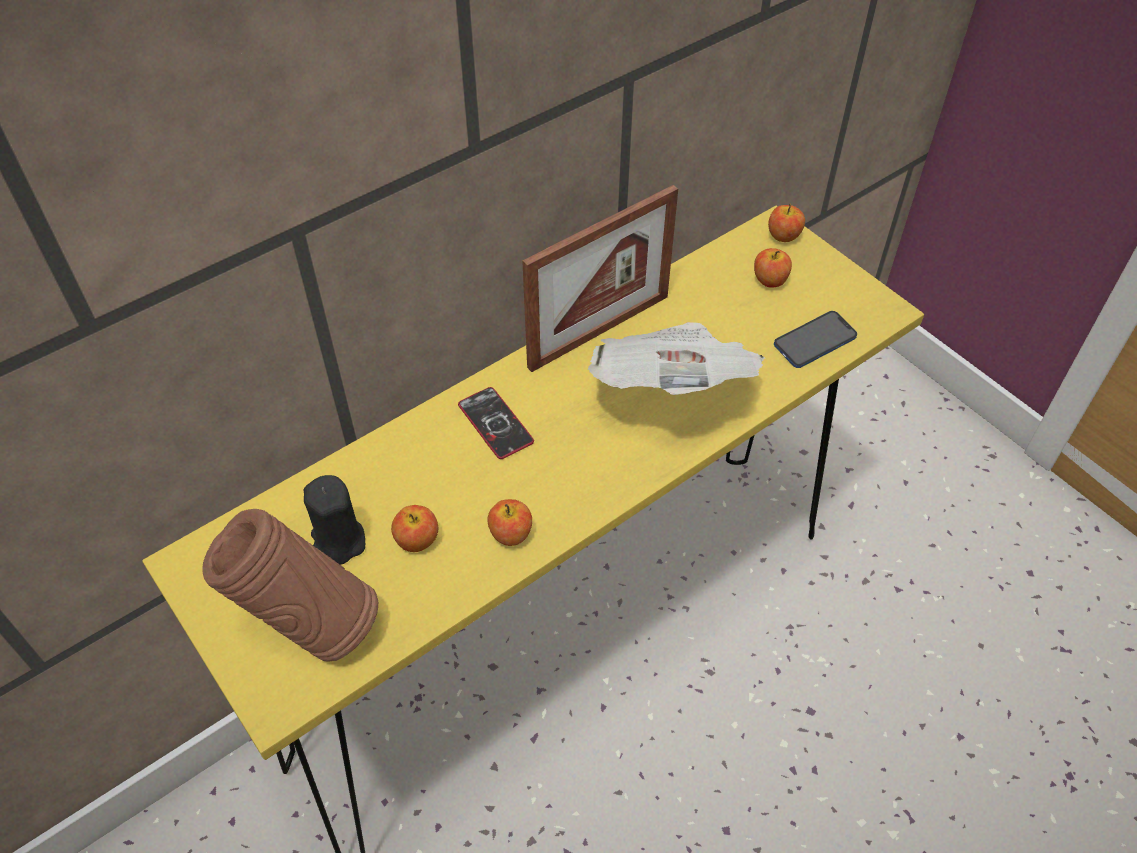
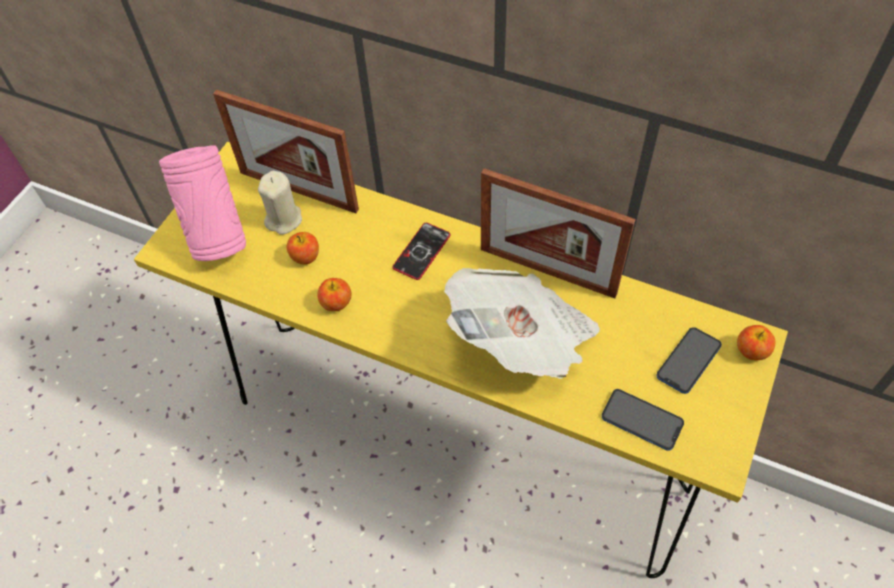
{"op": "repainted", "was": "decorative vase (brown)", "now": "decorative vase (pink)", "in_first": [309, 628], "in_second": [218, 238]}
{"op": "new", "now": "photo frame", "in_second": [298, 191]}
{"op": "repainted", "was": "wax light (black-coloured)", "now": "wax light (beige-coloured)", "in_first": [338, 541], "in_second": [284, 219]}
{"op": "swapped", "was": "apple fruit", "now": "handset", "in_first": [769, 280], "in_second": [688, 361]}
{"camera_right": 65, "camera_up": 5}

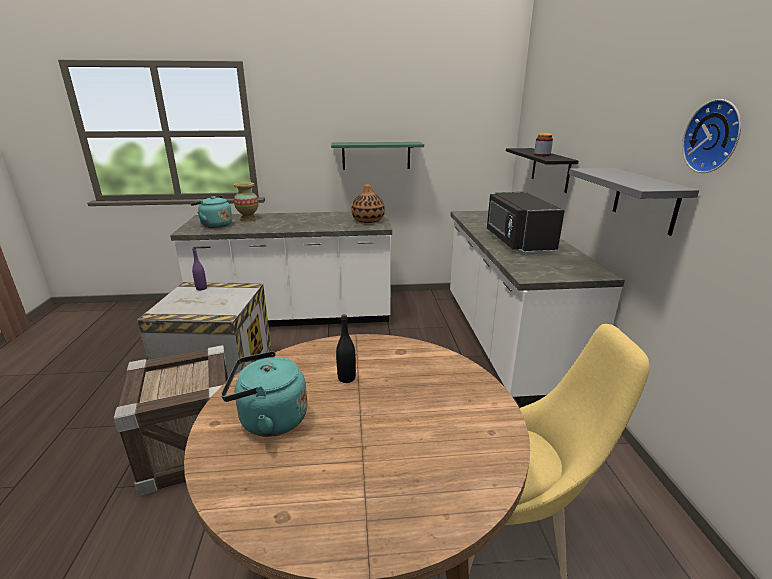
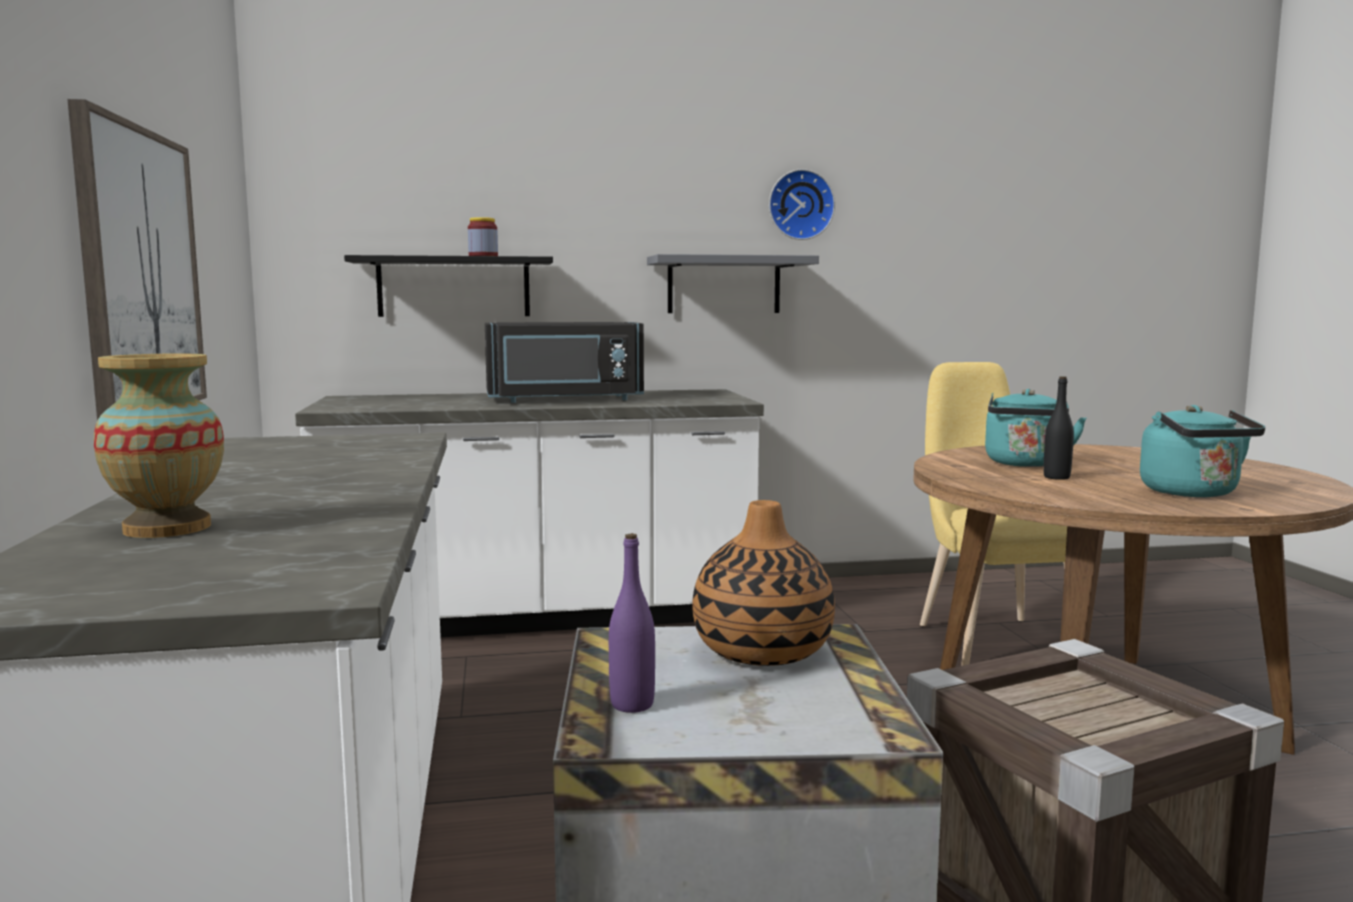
{"op": "swapped", "was": "shelf (greenish)", "now": "picture", "in_first": [376, 155], "in_second": [140, 272]}
{"op": "shifted", "was": "decorative vase", "in_first": [368, 220], "in_second": [761, 651]}
{"op": "shifted", "was": "kettle (turquoise)", "in_first": [215, 225], "in_second": [1025, 464]}
{"camera_right": -95, "camera_up": -15}

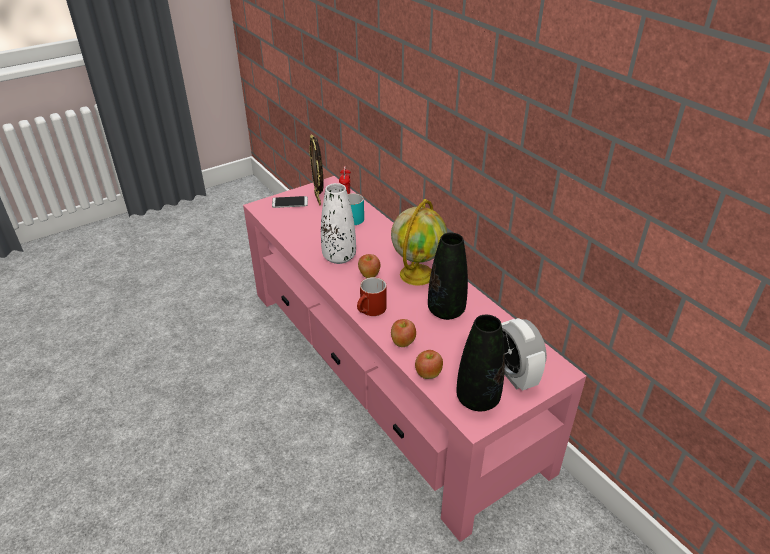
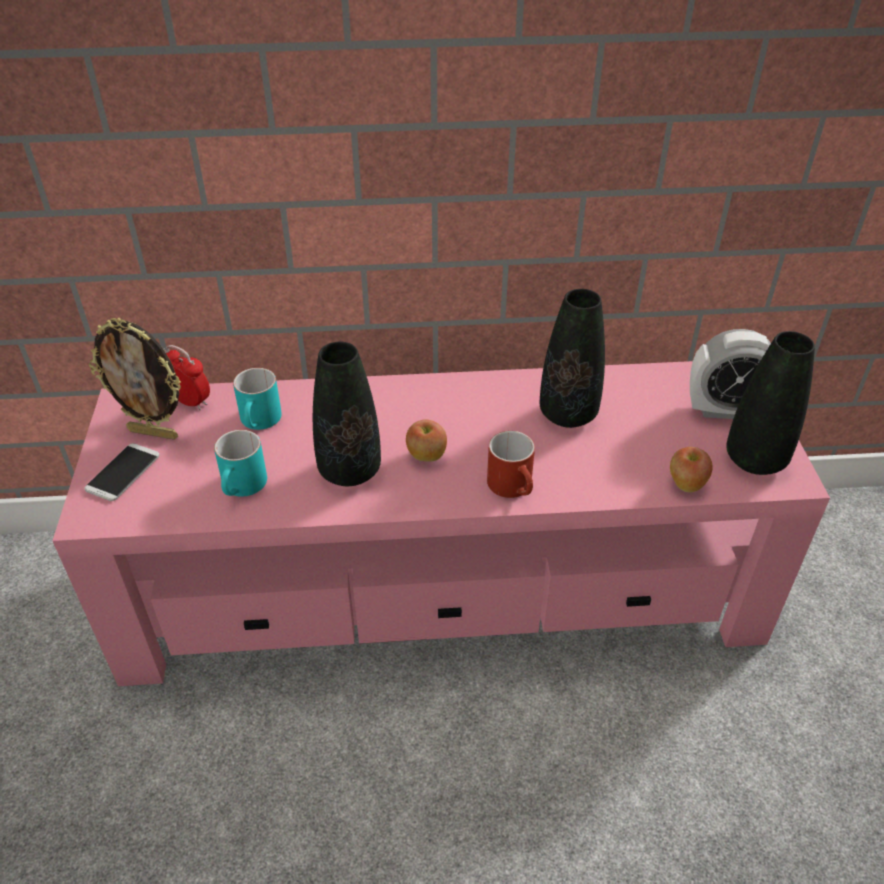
{"op": "new", "now": "mug (turquoise)", "in_second": [243, 488]}
{"op": "repainted", "was": "decorative vase (whitish)", "now": "decorative vase (black-coloured)", "in_first": [339, 257], "in_second": [349, 471]}
{"op": "gone", "was": "globe", "in_first": [417, 274]}
{"op": "gone", "was": "apple fruit", "in_first": [402, 342]}
{"camera_right": -60, "camera_up": 5}

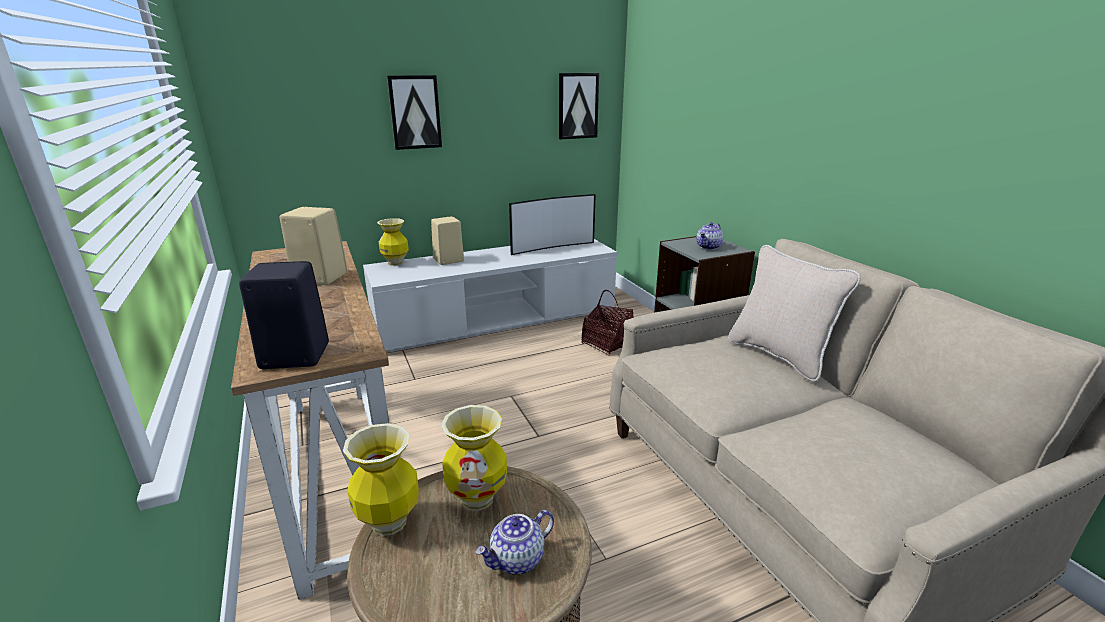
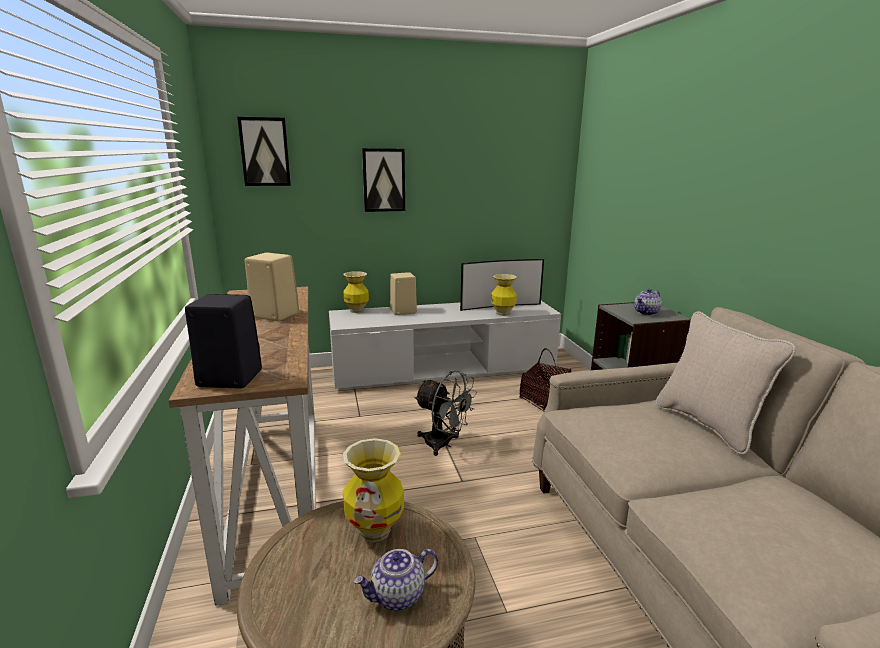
{"op": "shifted", "was": "picture", "in_first": [577, 106], "in_second": [265, 152]}
{"op": "new", "now": "electric fan (gray)", "in_second": [443, 444]}
{"op": "shifted", "was": "decorative vase", "in_first": [389, 522], "in_second": [502, 313]}
{"camera_right": 10, "camera_up": -5}

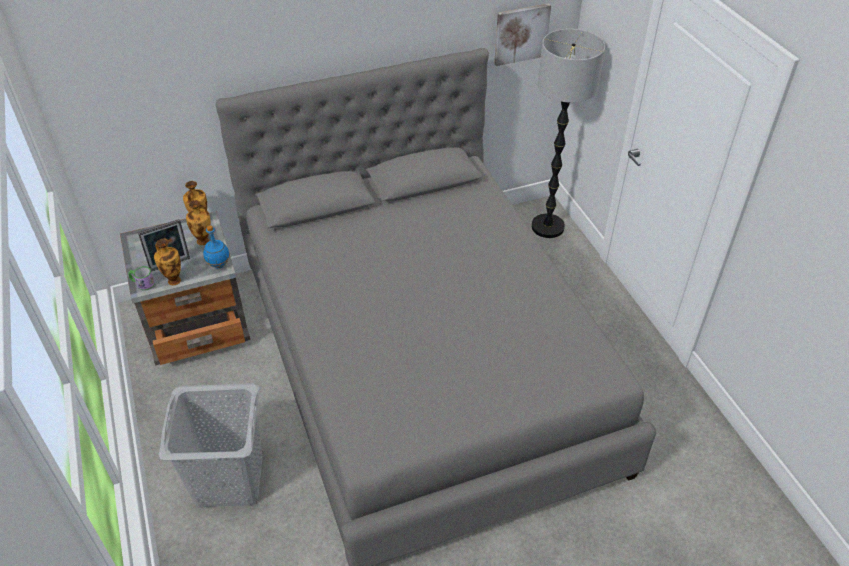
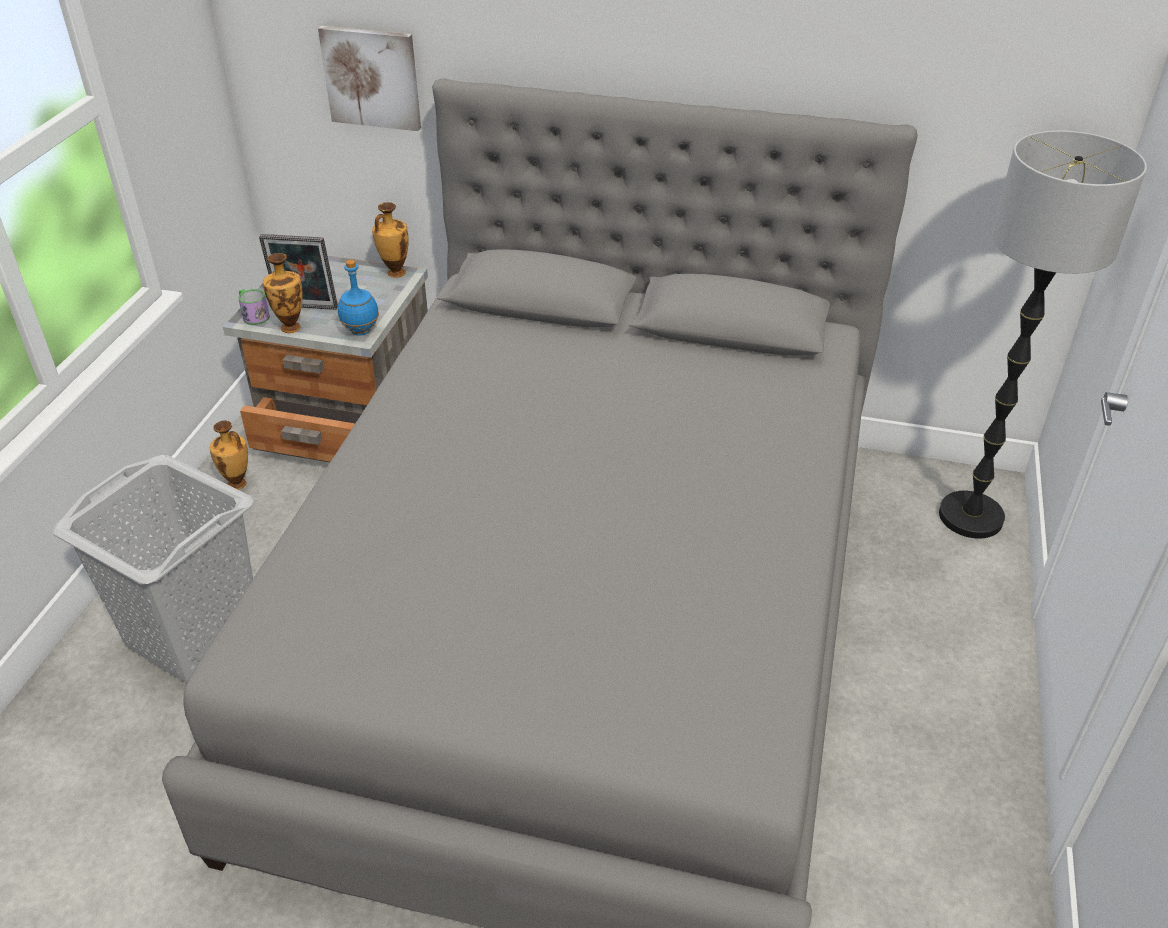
{"op": "shifted", "was": "decorative vase", "in_first": [204, 241], "in_second": [238, 484]}
{"op": "shifted", "was": "picture", "in_first": [521, 34], "in_second": [372, 77]}
{"camera_right": 35, "camera_up": -5}

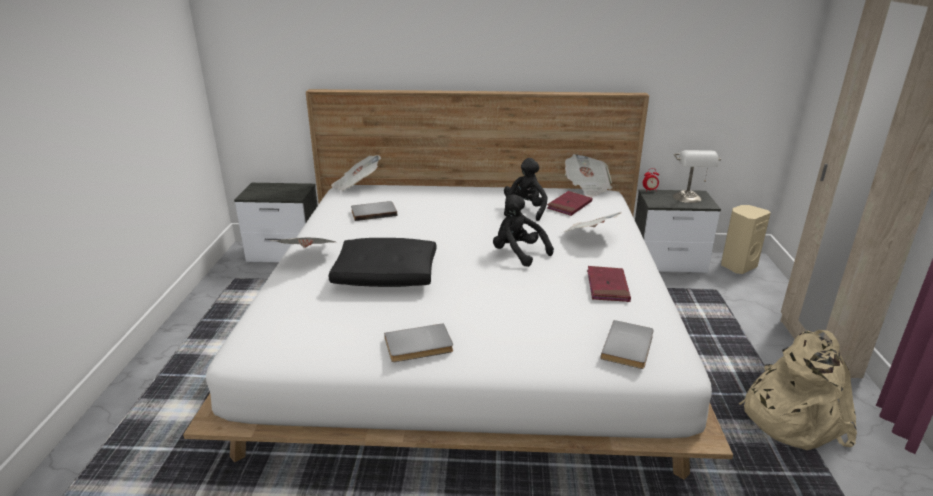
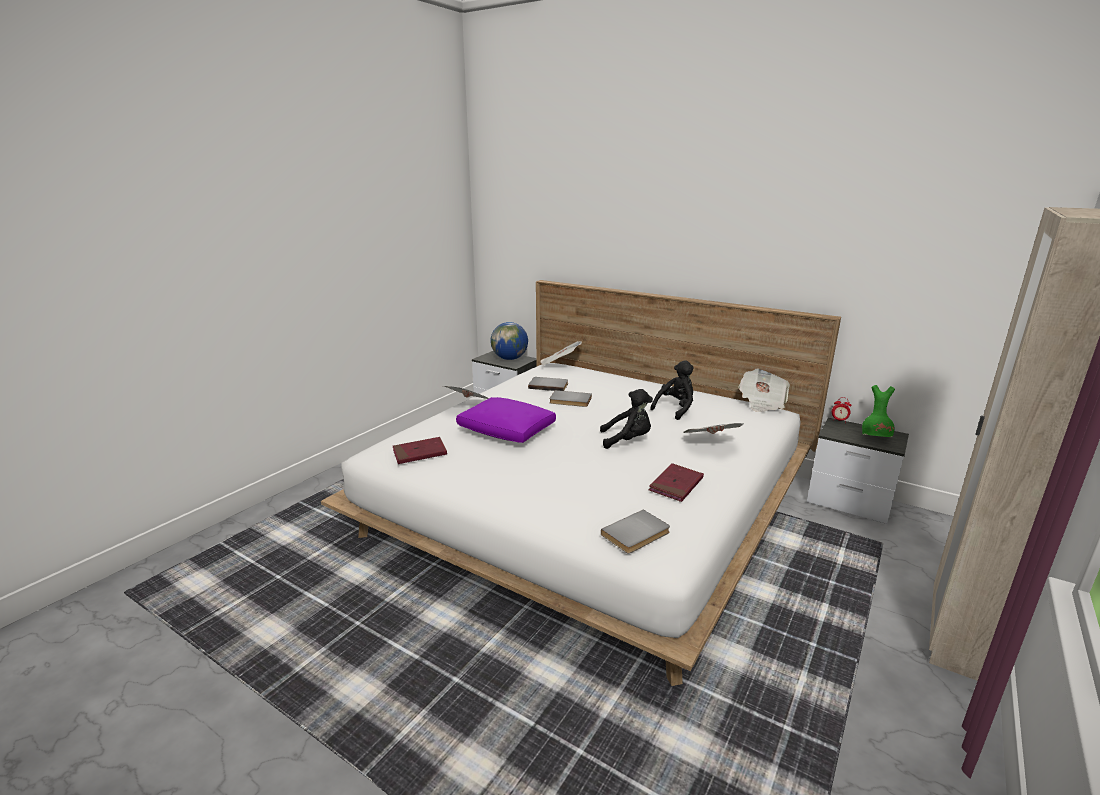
{"op": "shifted", "was": "bound book (reddish)", "in_first": [569, 205], "in_second": [419, 453]}
{"op": "repainted", "was": "pillow (black-coloured)", "now": "pillow (purple)", "in_first": [387, 276], "in_second": [507, 431]}
{"op": "new", "now": "globe", "in_second": [510, 359]}
{"op": "shifted", "was": "bound book (gray)", "in_first": [419, 346], "in_second": [570, 401]}
{"op": "rotated", "was": "cuddly toy (black-coloured)", "in_first": [518, 253], "in_second": [627, 440], "clockwise": 105}
{"op": "swapped", "was": "tabletop lamp (whitish)", "now": "decorative vase (greenish)", "in_first": [689, 200], "in_second": [876, 438]}
{"op": "gone", "was": "loudspeaker (beige-coloured)", "in_first": [737, 266]}
{"op": "gone", "was": "rucksack (beige-coloured)", "in_first": [790, 416]}
{"camera_right": 30, "camera_up": -5}

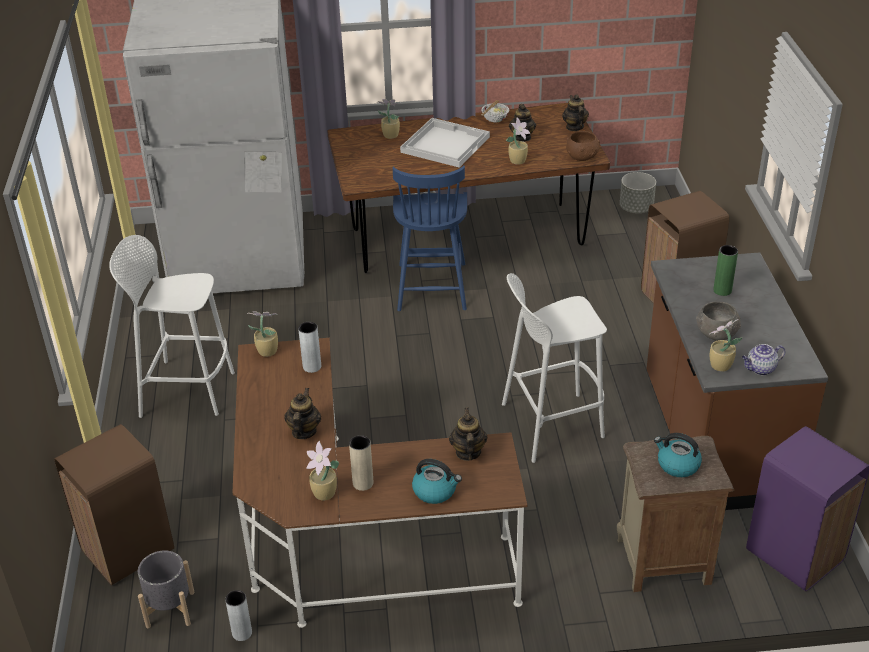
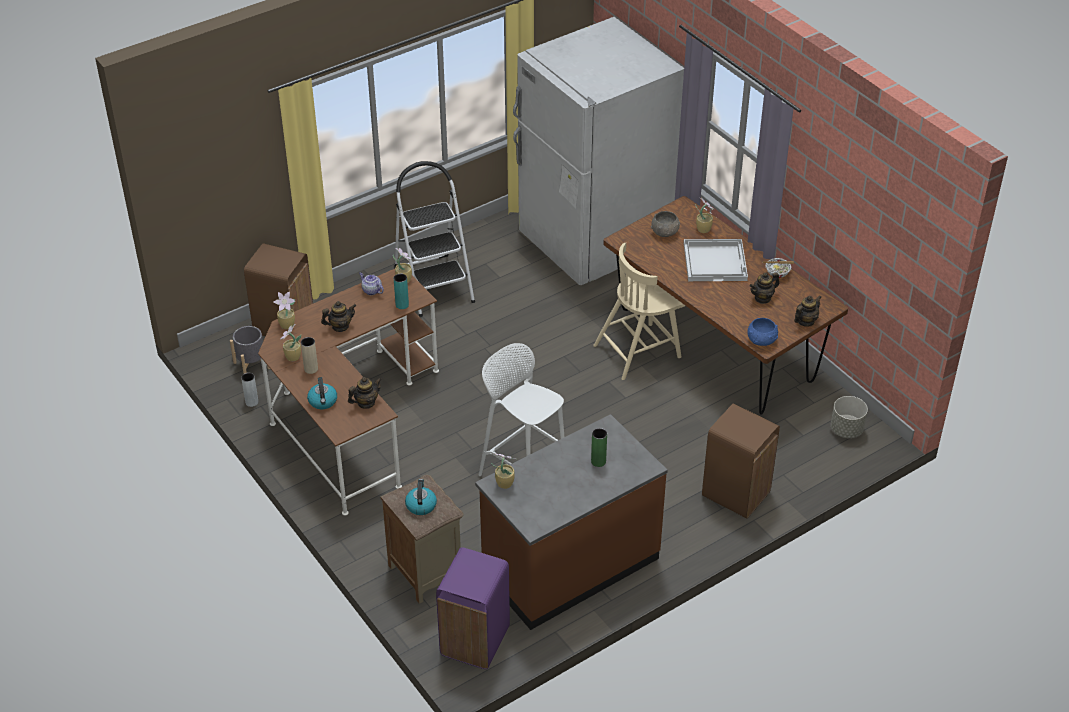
{"op": "shifted", "was": "potted plant", "in_first": [518, 161], "in_second": [288, 325]}
{"op": "shifted", "was": "teapot", "in_first": [760, 369], "in_second": [371, 290]}
{"op": "swapped", "was": "stool seat (whitish)", "now": "step ladder", "in_first": [186, 391], "in_second": [434, 283]}
{"op": "repainted", "was": "decorative vase (gray)", "now": "decorative vase (turquoise)", "in_first": [312, 367], "in_second": [402, 305]}
{"op": "repainted", "was": "upright chair (blue)", "now": "upright chair (beige-coloured)", "in_first": [432, 284], "in_second": [639, 350]}
{"op": "shifted", "was": "deep dish (gray)", "in_first": [716, 333], "in_second": [665, 232]}
{"op": "repainted", "was": "deep dish (brown)", "now": "deep dish (blue)", "in_first": [582, 156], "in_second": [762, 340]}
{"camera_right": 60, "camera_up": 5}

